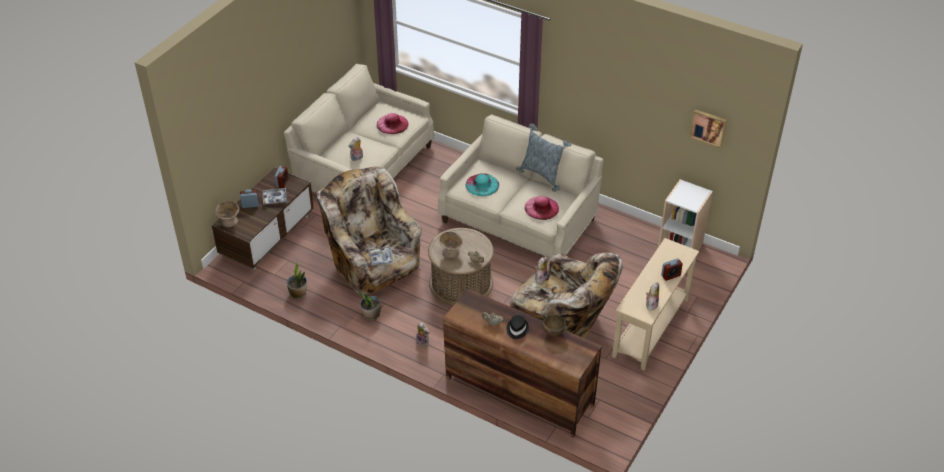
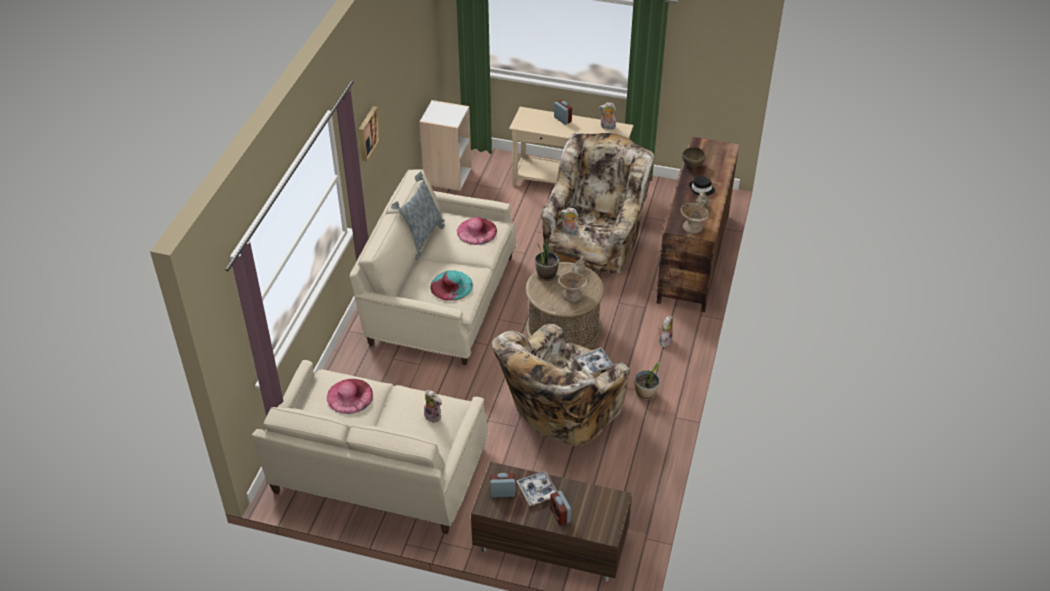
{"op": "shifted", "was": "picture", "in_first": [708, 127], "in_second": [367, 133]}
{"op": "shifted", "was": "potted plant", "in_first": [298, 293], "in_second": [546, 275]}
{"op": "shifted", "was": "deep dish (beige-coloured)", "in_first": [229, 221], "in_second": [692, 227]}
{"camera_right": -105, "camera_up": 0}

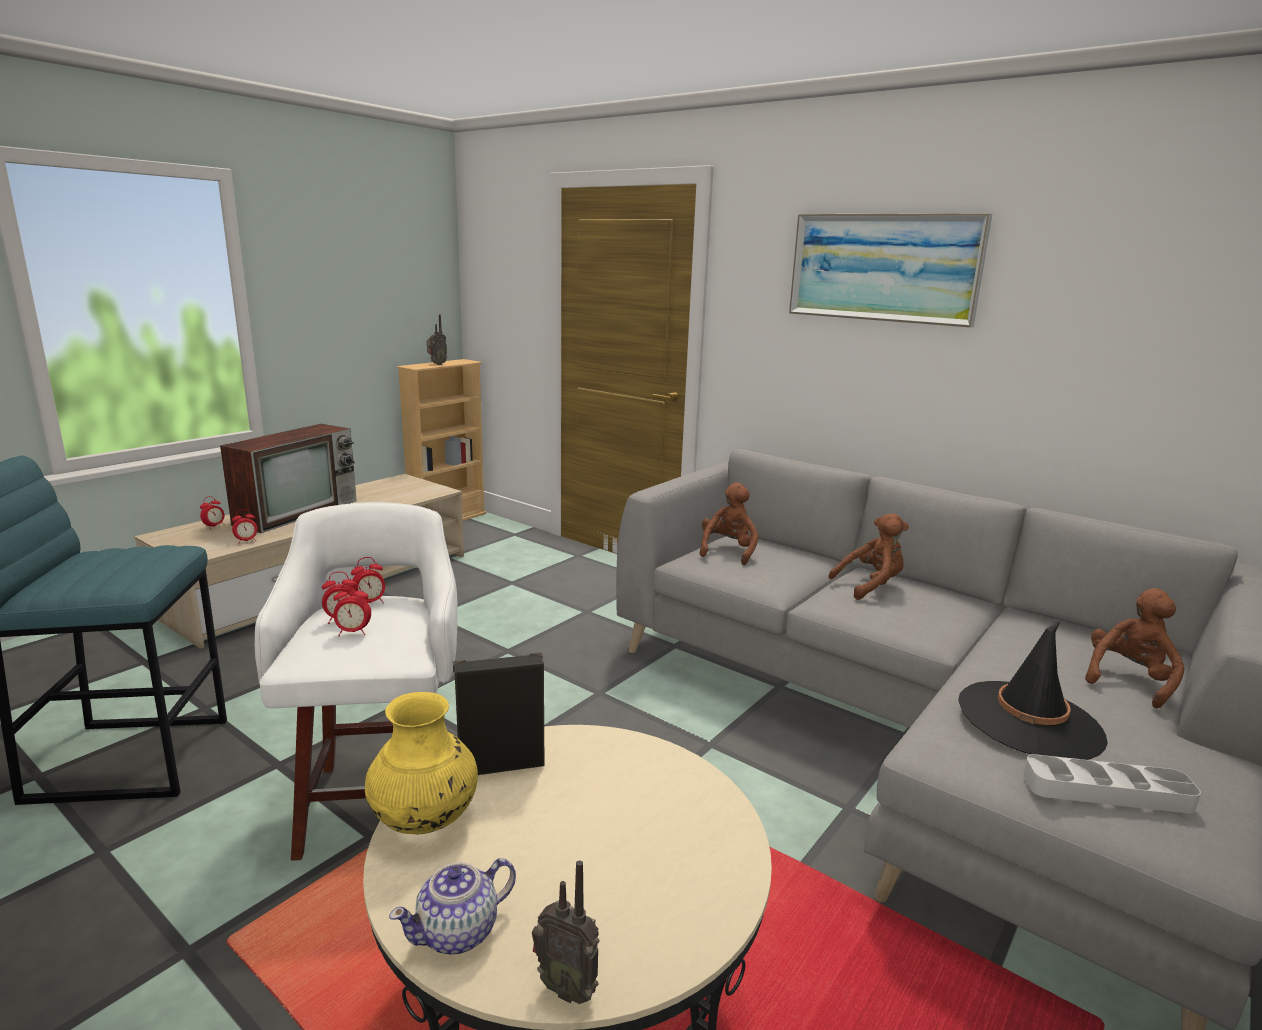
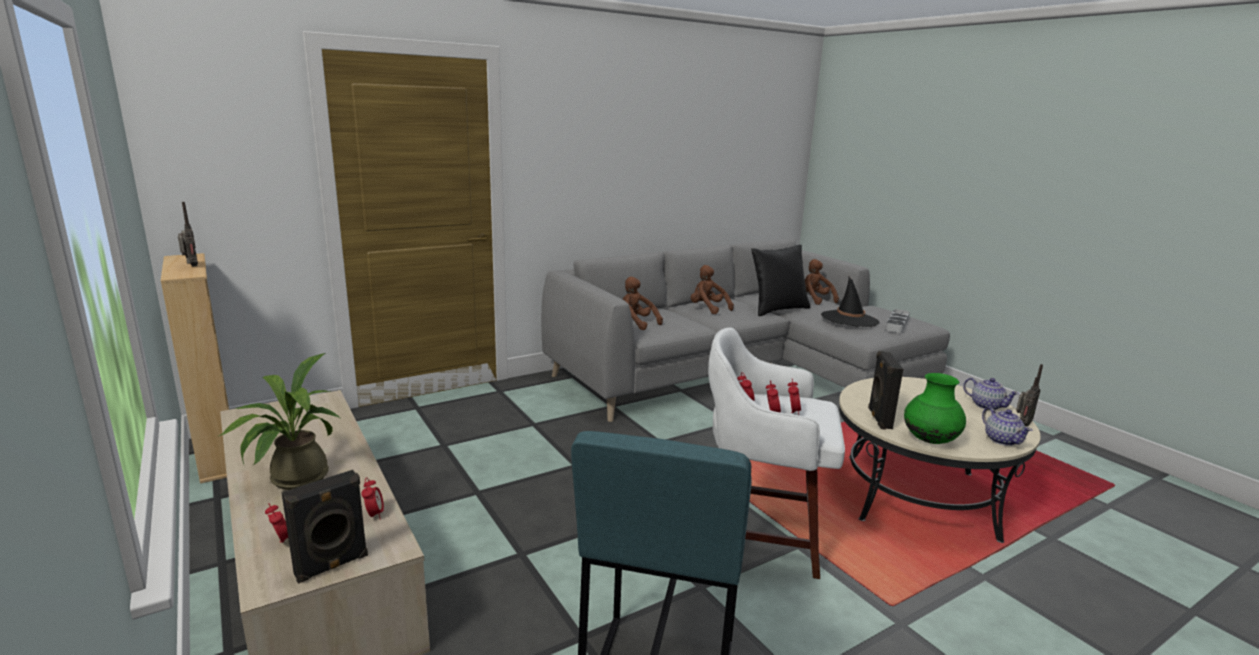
{"op": "swapped", "was": "TV", "now": "potted plant", "in_first": [298, 511], "in_second": [293, 480]}
{"op": "new", "now": "loudspeaker (black-coloured)", "in_second": [332, 566]}
{"op": "rotated", "was": "cuddly toy (brown)", "in_first": [870, 586], "in_second": [708, 308], "clockwise": -45}
{"op": "new", "now": "pillow (black-coloured)", "in_second": [778, 310]}
{"op": "repainted", "was": "decorative vase (yellow-coloured)", "now": "decorative vase (greenish)", "in_first": [425, 821], "in_second": [930, 440]}
{"op": "new", "now": "teapot", "in_second": [986, 405]}
{"op": "gone", "was": "picture", "in_first": [883, 268]}
{"camera_right": -70, "camera_up": 0}

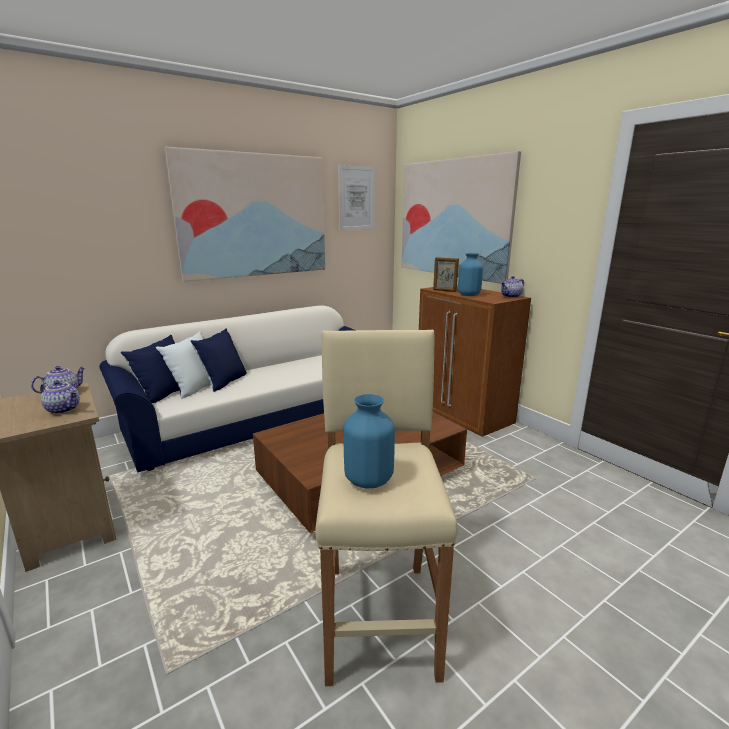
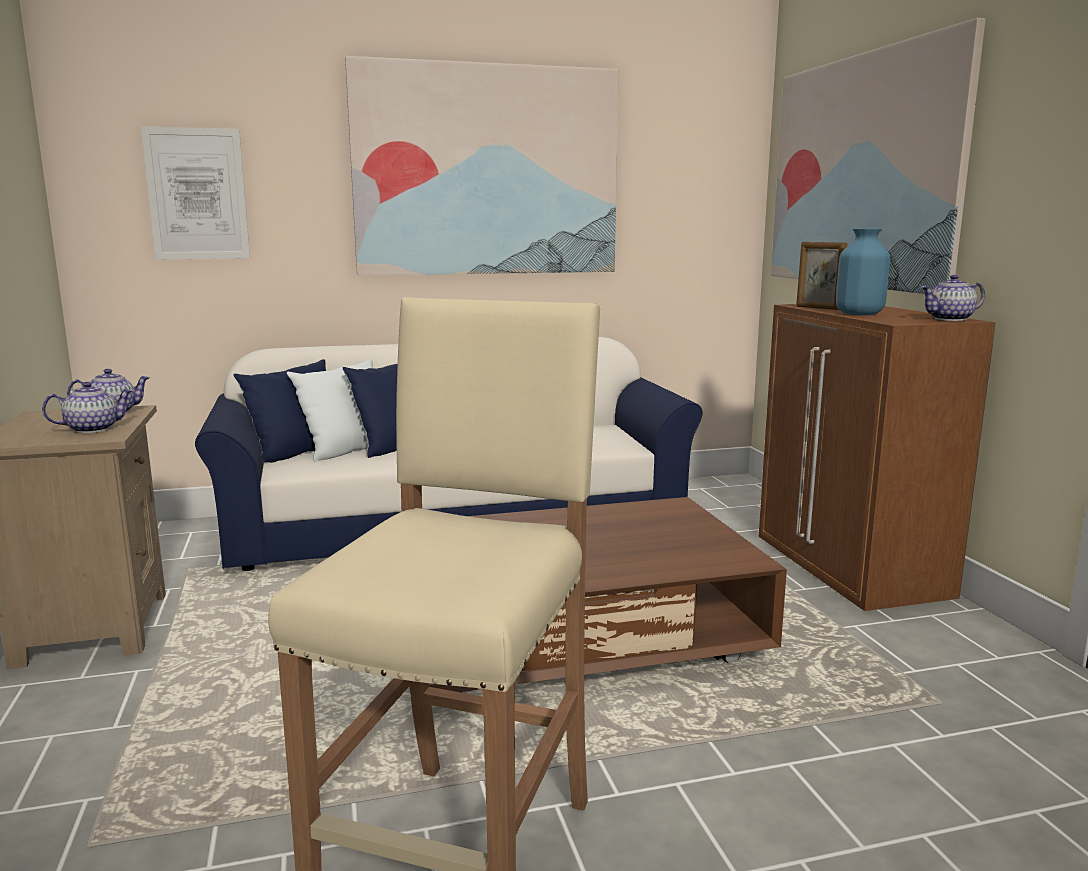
{"op": "rotated", "was": "teapot", "in_first": [64, 409], "in_second": [93, 429], "clockwise": -75}
{"op": "shifted", "was": "picture", "in_first": [356, 198], "in_second": [197, 194]}
{"op": "gone", "was": "decorative vase (blue)", "in_first": [367, 480]}
{"camera_right": 20, "camera_up": -5}

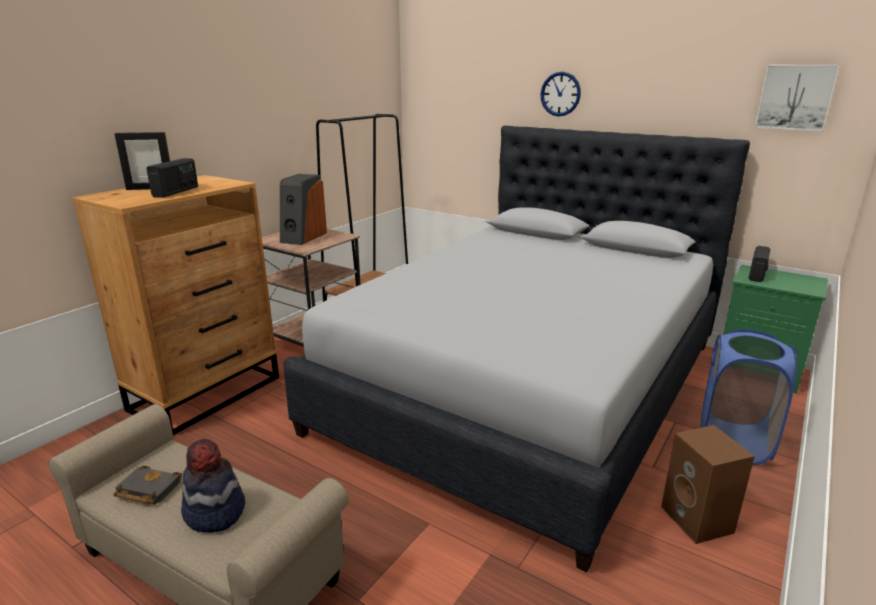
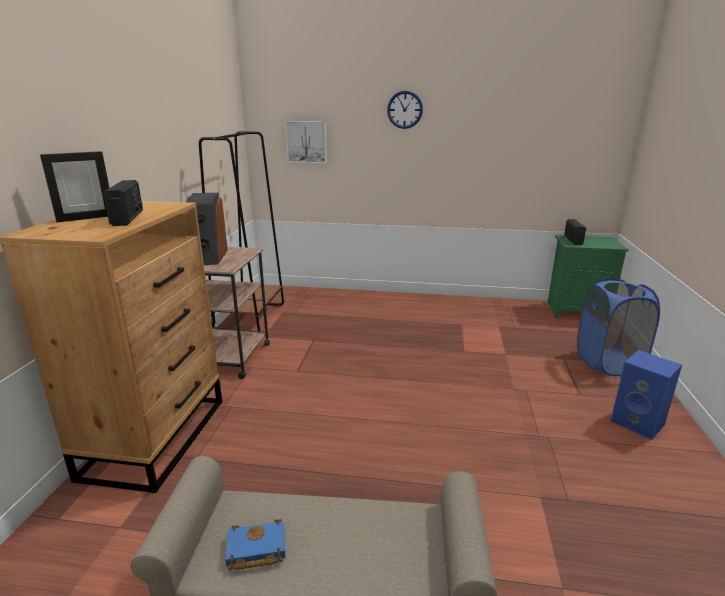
{"op": "repainted", "was": "bound book (black-coloured)", "now": "bound book (blue)", "in_first": [146, 490], "in_second": [255, 550]}
{"op": "shifted", "was": "picture", "in_first": [795, 97], "in_second": [307, 141]}
{"op": "repainted", "was": "loudspeaker (brown)", "now": "loudspeaker (blue)", "in_first": [699, 520], "in_second": [639, 423]}
{"op": "gone", "was": "wearable hat", "in_first": [214, 512]}
{"op": "gone", "was": "sleeping bed (gray)", "in_first": [528, 385]}
{"camera_right": -25, "camera_up": 0}

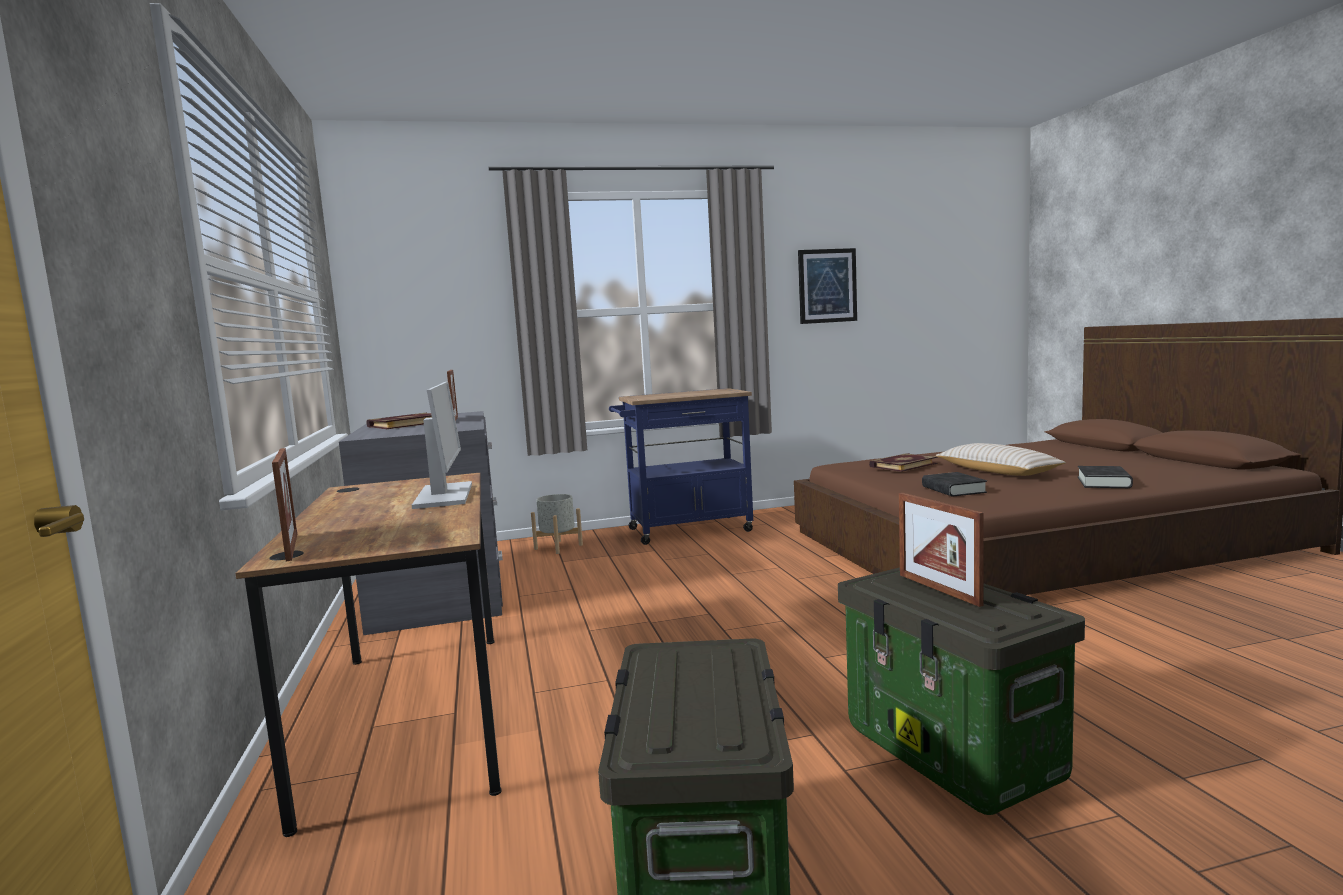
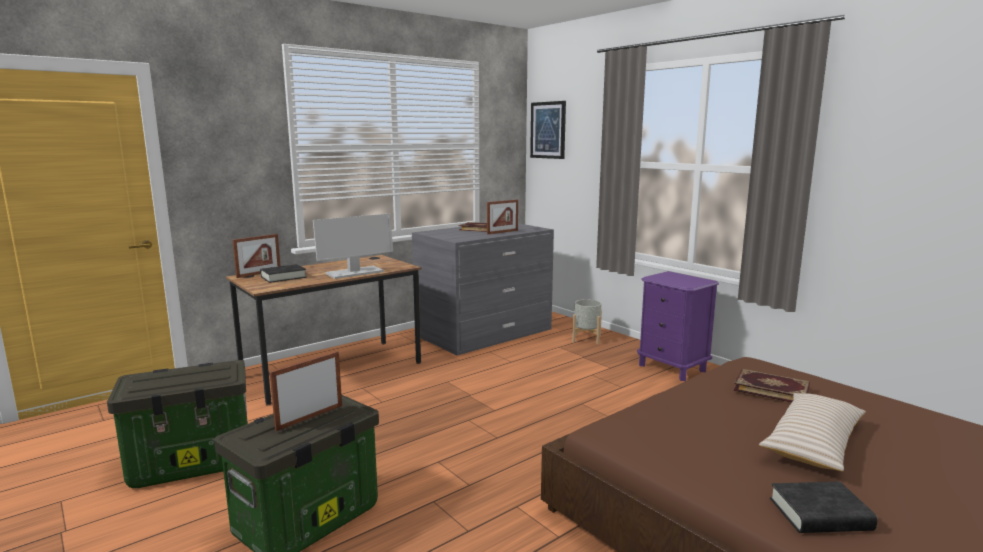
{"op": "shifted", "was": "bound book (black-coloured)", "in_first": [953, 490], "in_second": [283, 277]}
{"op": "shifted", "was": "picture", "in_first": [827, 286], "in_second": [548, 130]}
{"op": "swapped", "was": "trolley (blue)", "now": "bedside table (purple)", "in_first": [685, 530], "in_second": [672, 368]}
{"camera_right": 65, "camera_up": 5}

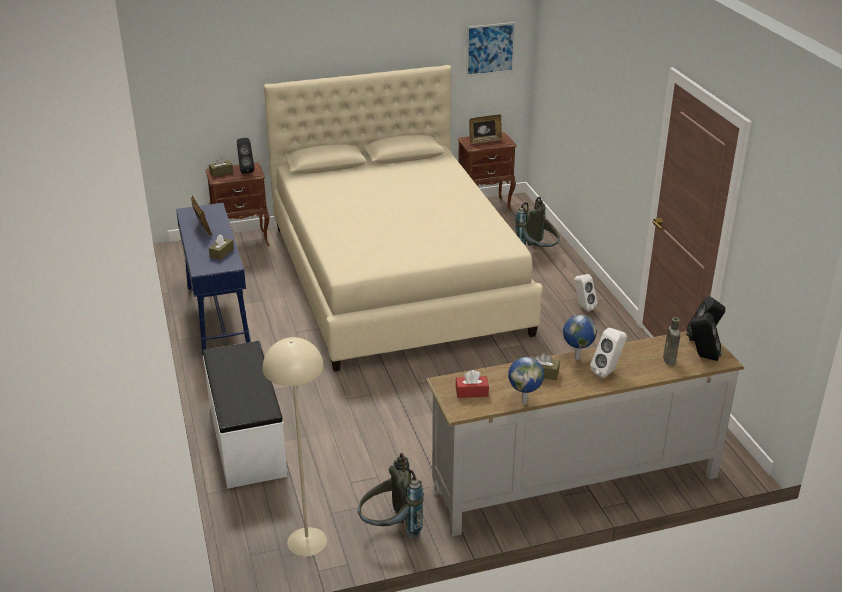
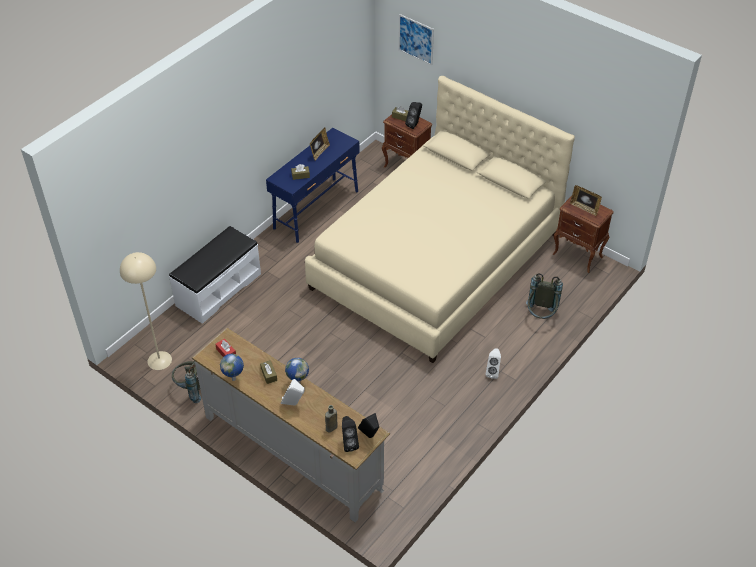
{"op": "shifted", "was": "picture", "in_first": [490, 49], "in_second": [416, 39]}
{"camera_right": 55, "camera_up": 15}

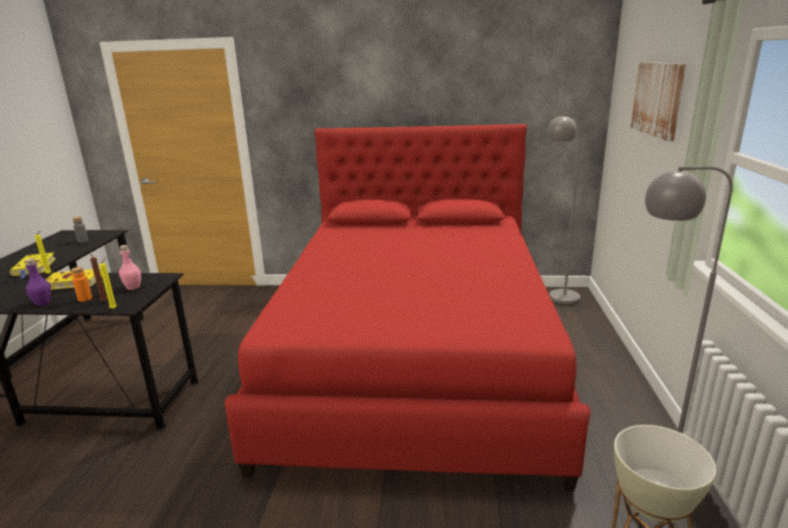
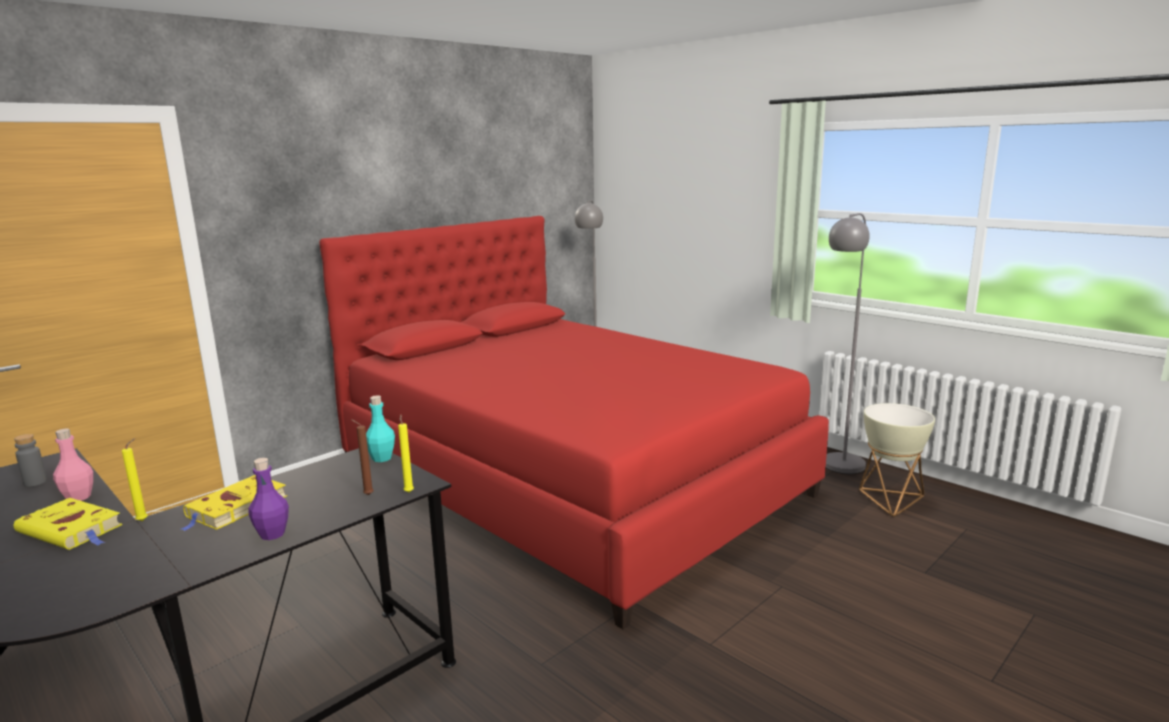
{"op": "shifted", "was": "bottle (pink)", "in_first": [133, 287], "in_second": [78, 497]}
{"op": "new", "now": "bottle (turquoise)", "in_second": [382, 458]}
{"op": "gone", "was": "bottle (orange-coloured)", "in_first": [85, 299]}
{"op": "gone", "was": "picture", "in_first": [658, 99]}
{"camera_right": -50, "camera_up": -5}

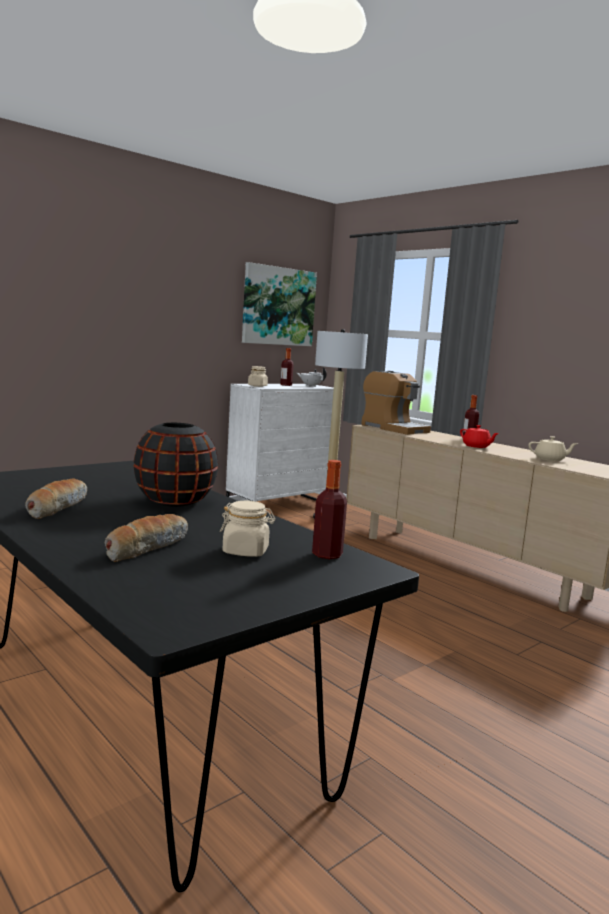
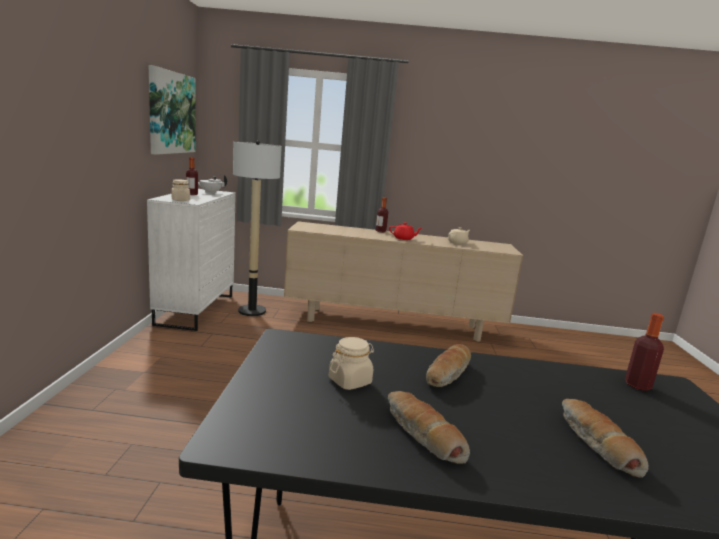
{"op": "shifted", "was": "preserve jar (beige-coloured)", "in_first": [246, 551], "in_second": [350, 381]}
{"op": "swapped", "was": "decorative vase (black-coloured)", "now": "bread", "in_first": [174, 501], "in_second": [448, 374]}
{"op": "gone", "was": "coffee machine", "in_first": [393, 428]}
{"camera_right": -45, "camera_up": 5}

